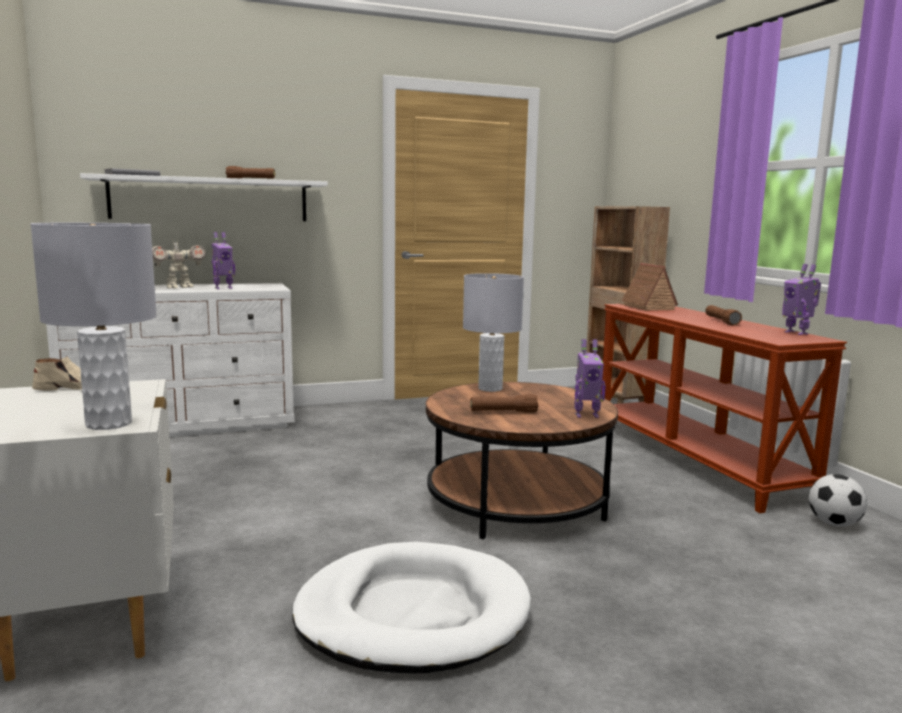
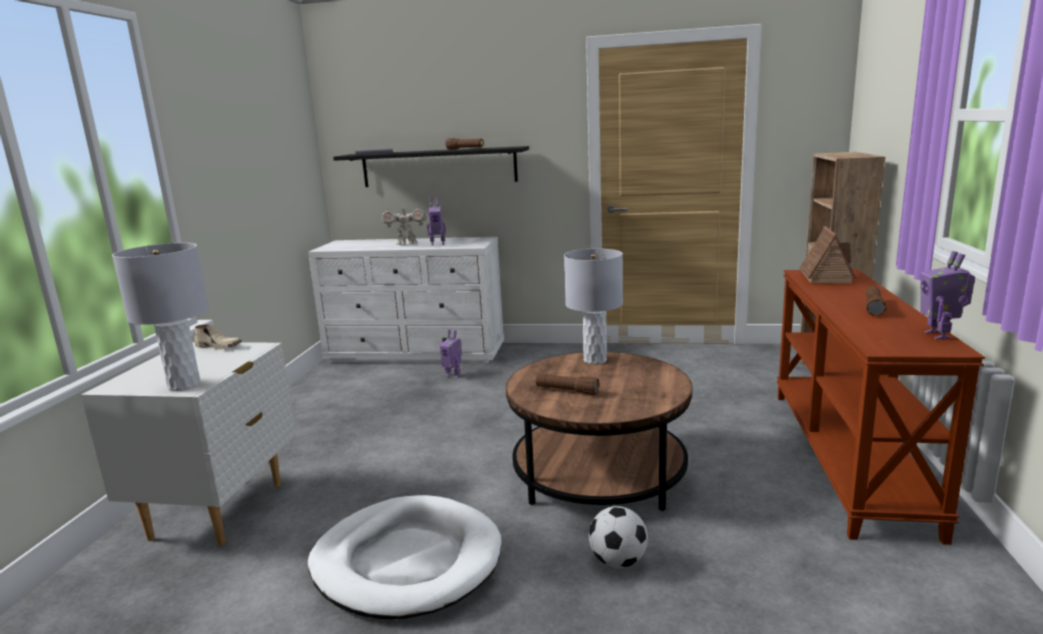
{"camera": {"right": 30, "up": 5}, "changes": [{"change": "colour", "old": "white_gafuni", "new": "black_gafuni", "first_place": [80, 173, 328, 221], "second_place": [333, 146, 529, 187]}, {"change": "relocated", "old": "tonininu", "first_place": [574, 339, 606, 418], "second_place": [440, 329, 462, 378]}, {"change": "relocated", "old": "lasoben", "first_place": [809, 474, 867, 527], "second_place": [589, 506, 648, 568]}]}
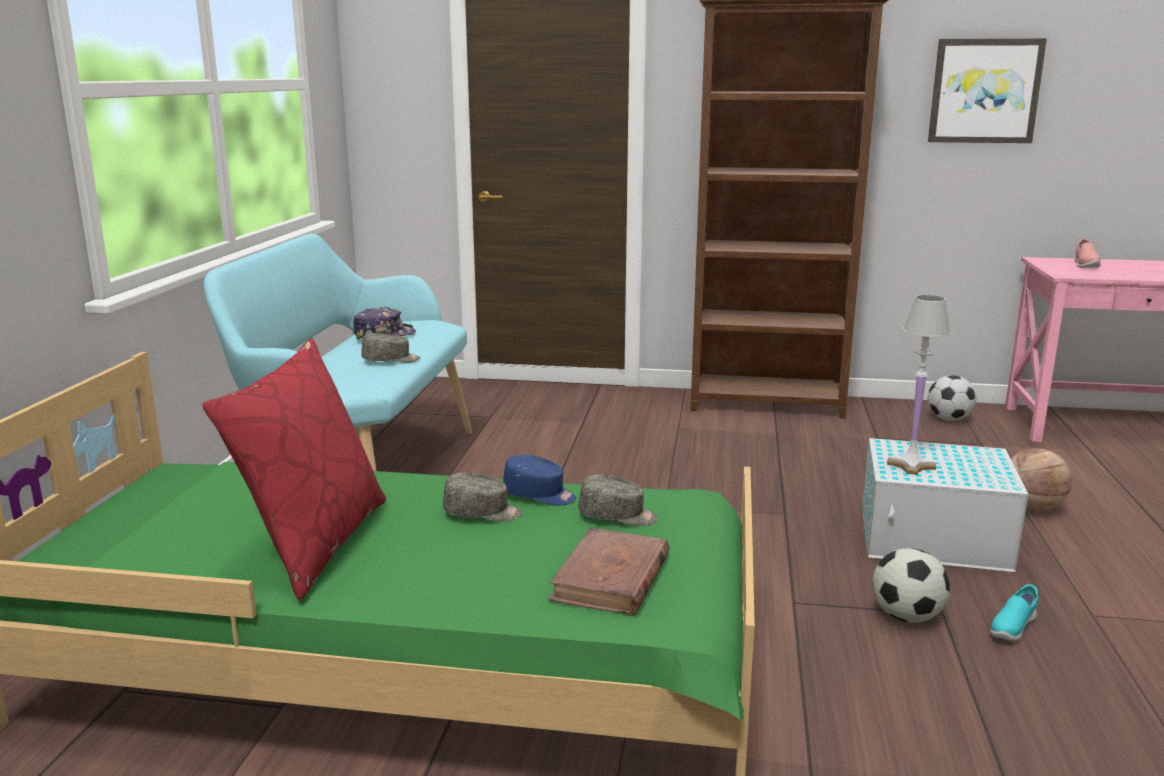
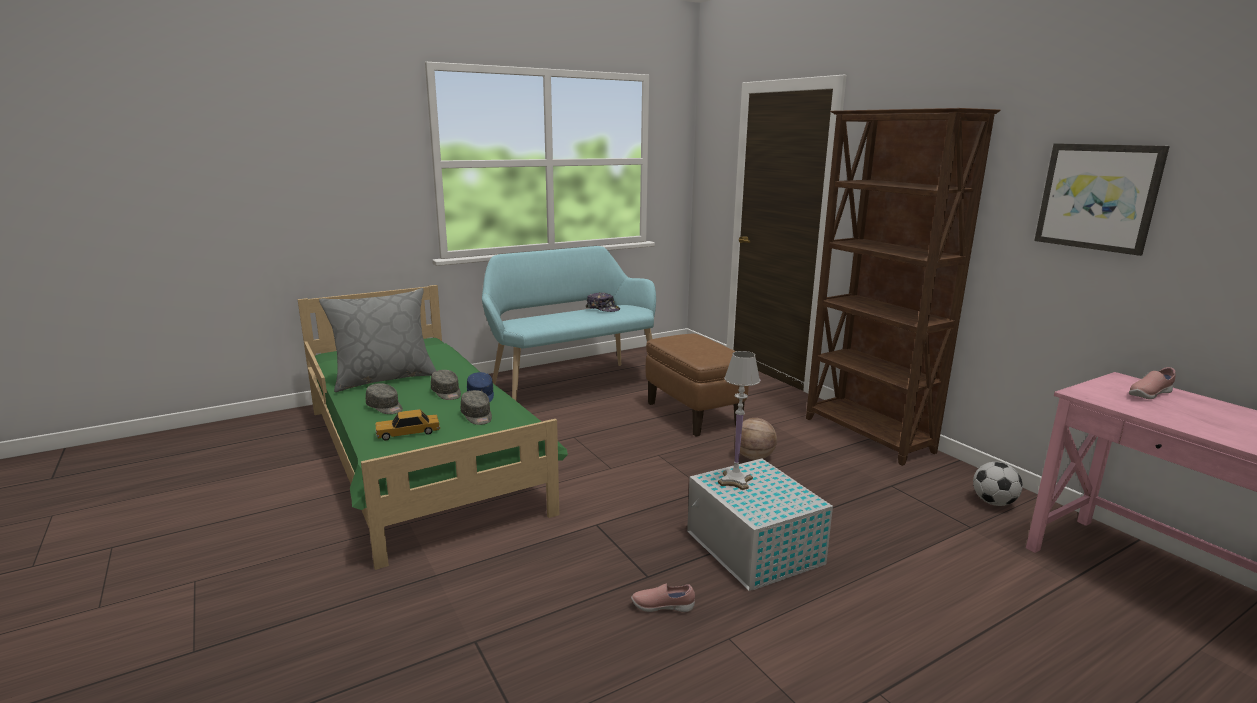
{"camera": {"right": 50, "up": 0}, "changes": [{"change": "relocated", "old": "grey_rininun", "first_place": [362, 333, 420, 363], "second_place": [366, 383, 403, 414]}, {"change": "colour", "old": "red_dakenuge", "new": "grey_dakenuge", "first_place": [202, 338, 387, 600], "second_place": [319, 288, 436, 392]}, {"change": "relocated", "old": "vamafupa", "first_place": [1011, 448, 1072, 511], "second_place": [734, 418, 777, 460]}, {"change": "exchanged", "old": "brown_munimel", "new": "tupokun", "first_place": [548, 528, 670, 615], "second_place": [376, 409, 440, 440]}, {"change": "missing", "old": "lasoben", "first_place": [873, 548, 950, 623]}, {"change": "colour", "old": "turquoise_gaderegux", "new": "pink_gaderegux", "first_place": [990, 584, 1038, 641], "second_place": [631, 583, 695, 612]}, {"change": "appeared", "new": "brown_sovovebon", "second_place": [646, 334, 749, 437]}]}
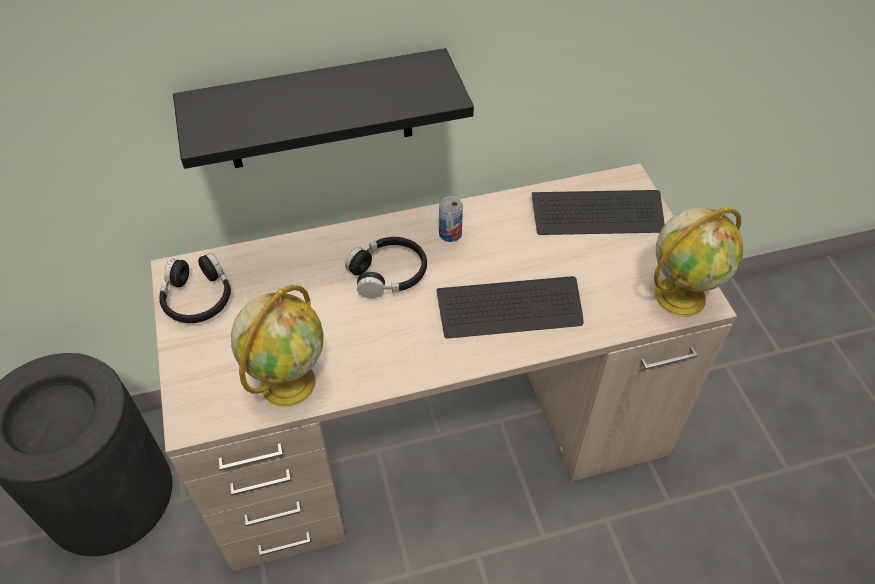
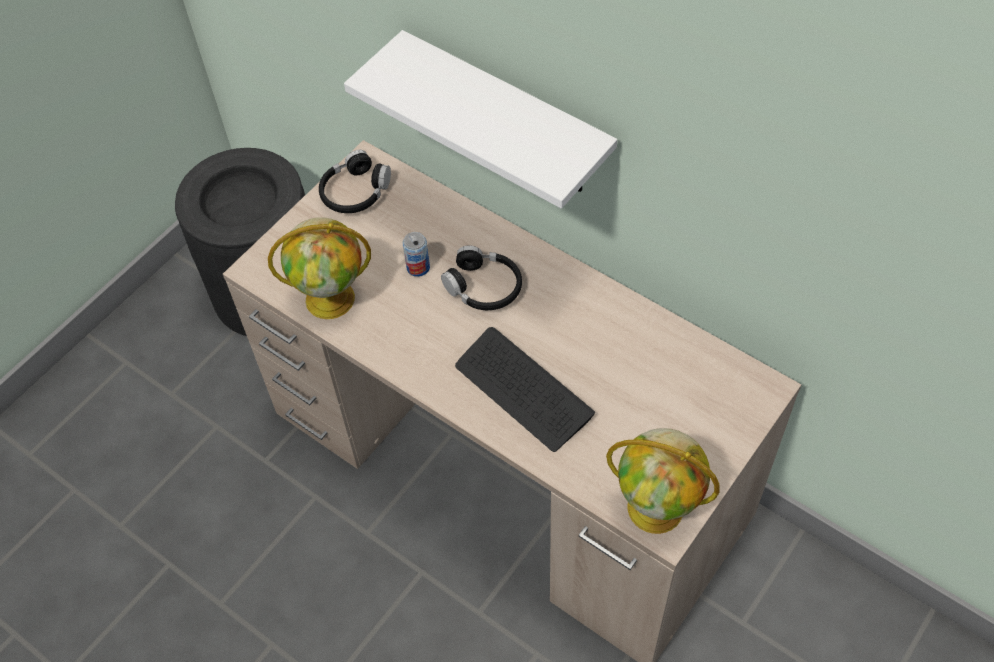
{"camera": {"right": 55, "up": 5}, "changes": [{"change": "colour", "old": "black_gafuni", "new": "white_gafuni", "first_place": [173, 48, 474, 169], "second_place": [344, 30, 617, 209]}, {"change": "missing", "old": "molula", "first_place": [532, 190, 665, 235]}, {"change": "relocated", "old": "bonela", "first_place": [439, 196, 463, 242], "second_place": [403, 232, 430, 277]}]}
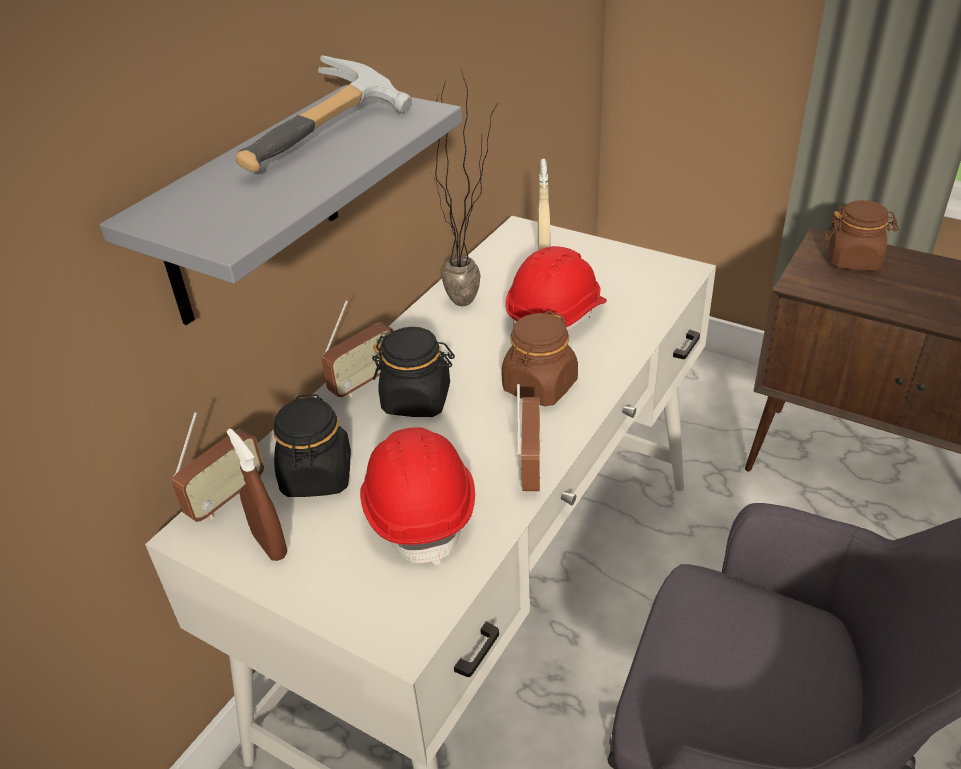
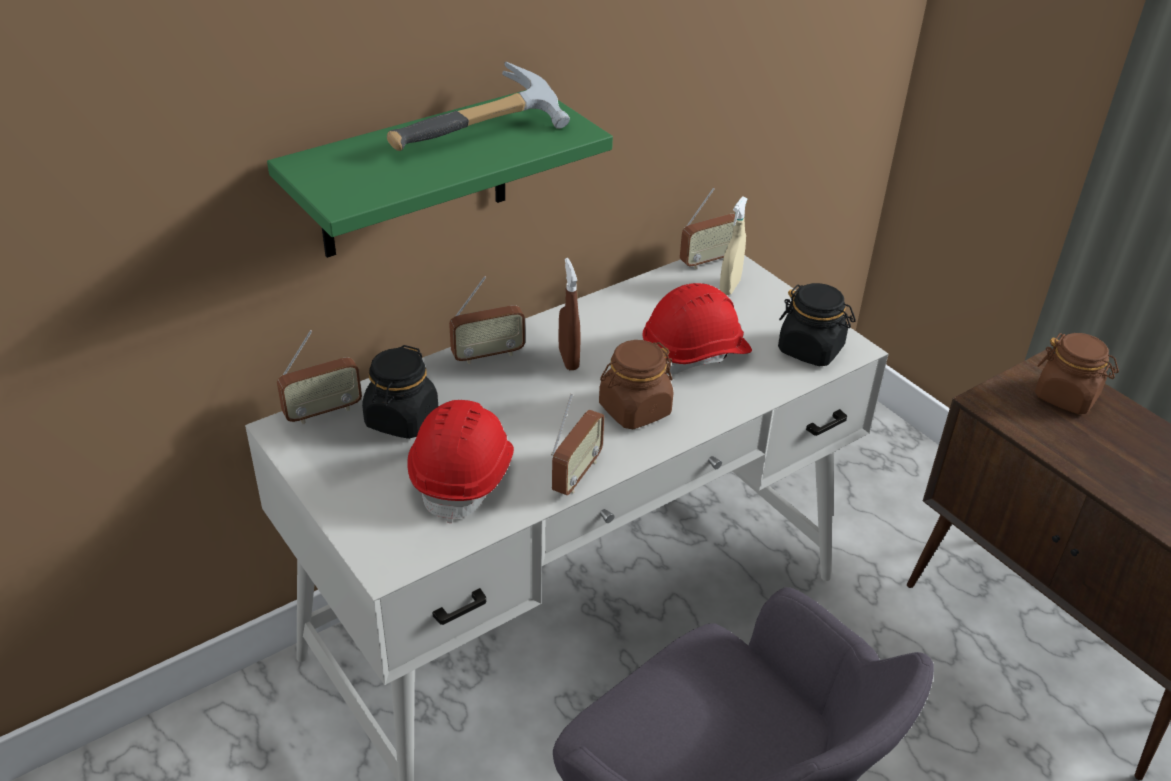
{"camera": {"right": 20, "up": 0}, "changes": [{"change": "missing", "old": "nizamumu", "first_place": [431, 70, 497, 306]}, {"change": "colour", "old": "grey_gafuni", "new": "green_gafuni", "first_place": [100, 85, 462, 325], "second_place": [267, 90, 613, 258]}, {"change": "relocated", "old": "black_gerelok", "first_place": [372, 327, 455, 417], "second_place": [778, 283, 856, 366]}, {"change": "relocated", "old": "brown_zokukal", "first_place": [227, 429, 287, 561], "second_place": [558, 258, 581, 370]}, {"change": "appeared", "new": "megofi", "second_place": [680, 187, 735, 269]}]}
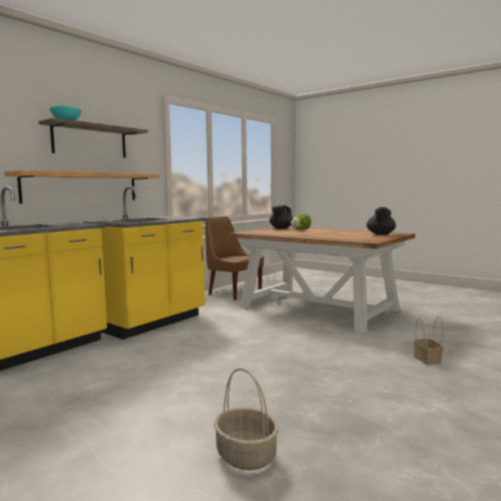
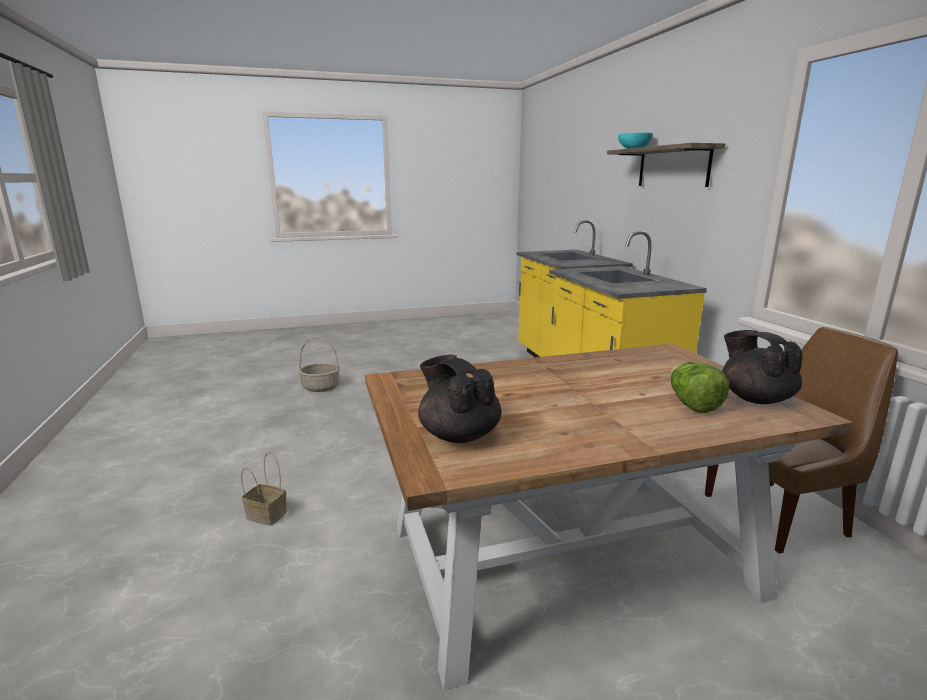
{"camera": {"right": 125, "up": 10}, "changes": [{"change": "missing", "old": "gafuni", "first_place": [4, 170, 160, 204]}]}
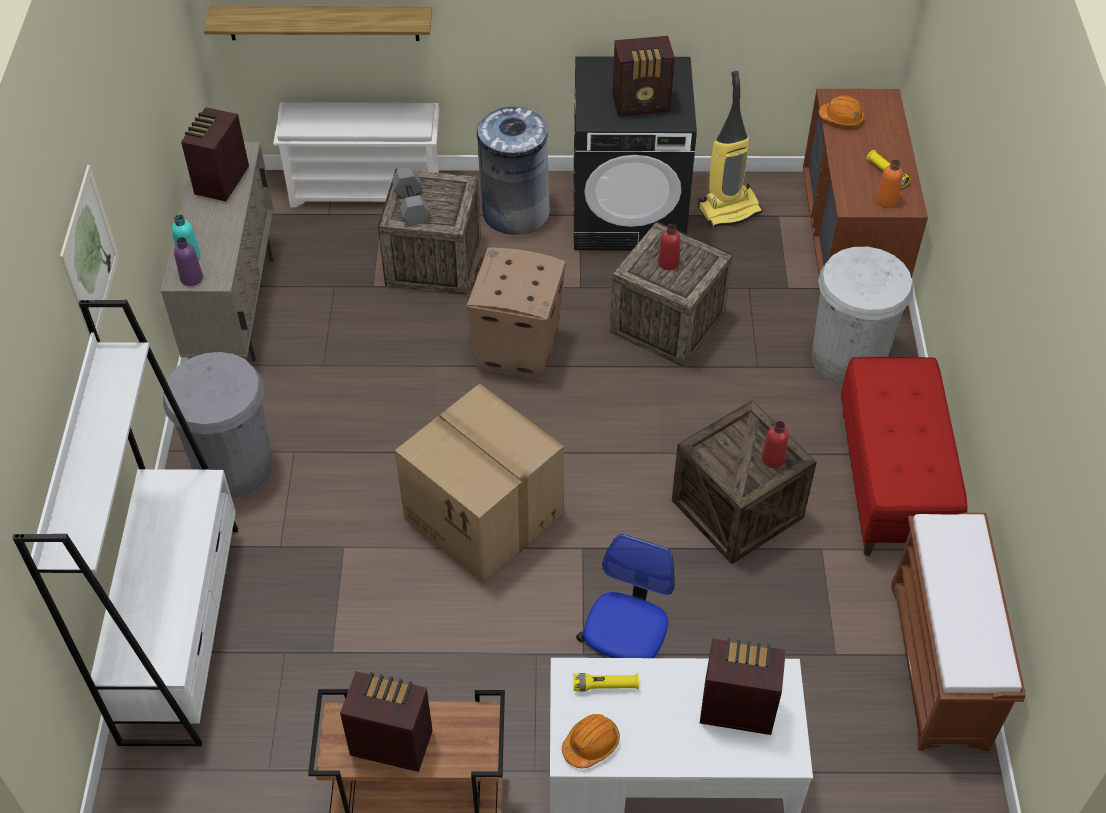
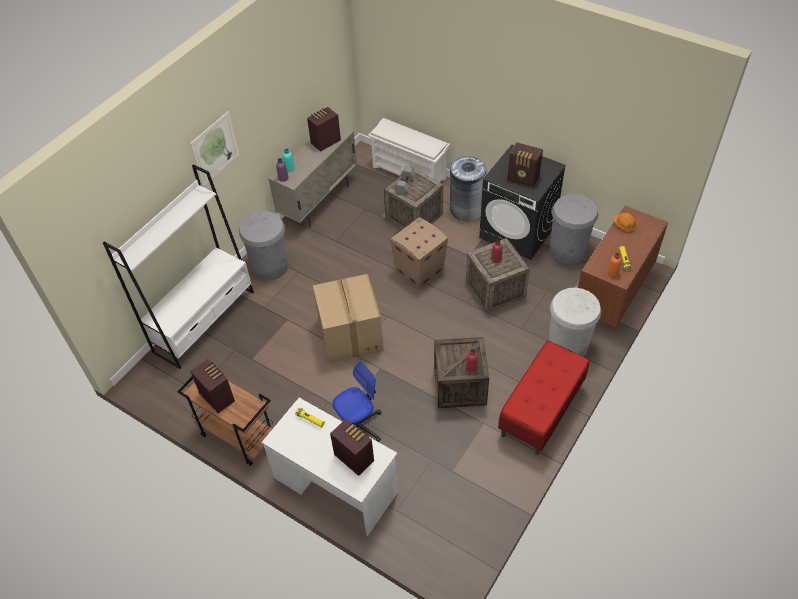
{"camera": {"right": 35, "up": 0}, "changes": [{"change": "missing", "old": "gafuni", "first_place": [204, 6, 432, 41]}, {"change": "exchanged", "old": "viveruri", "new": "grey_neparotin", "first_place": [698, 71, 763, 227], "second_place": [550, 194, 598, 264]}, {"change": "missing", "old": "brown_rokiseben", "first_place": [891, 513, 1026, 751]}, {"change": "missing", "old": "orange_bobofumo", "first_place": [562, 714, 620, 768]}]}
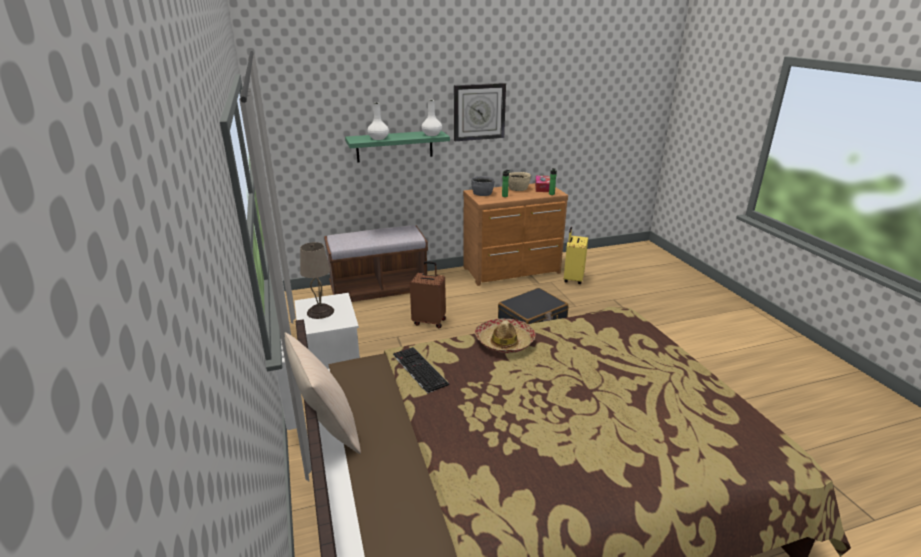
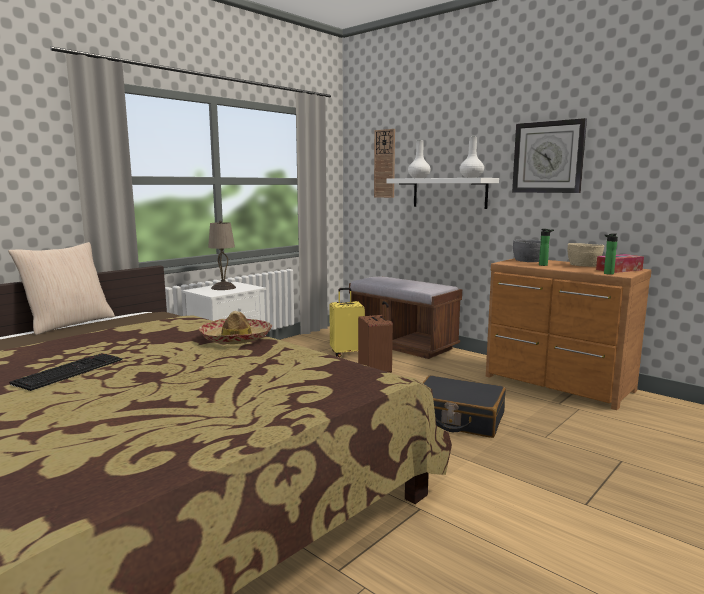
{"camera": {"right": 60, "up": -15}, "changes": [{"change": "colour", "old": "green_gafuni", "new": "white_gafuni", "first_place": [345, 131, 450, 163], "second_place": [386, 178, 499, 209]}, {"change": "relocated", "old": "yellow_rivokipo", "first_place": [564, 227, 588, 284], "second_place": [329, 288, 365, 357]}, {"change": "relocated", "old": "molula", "first_place": [393, 347, 449, 393], "second_place": [9, 353, 122, 391]}, {"change": "appeared", "new": "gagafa", "second_place": [374, 129, 395, 198]}]}
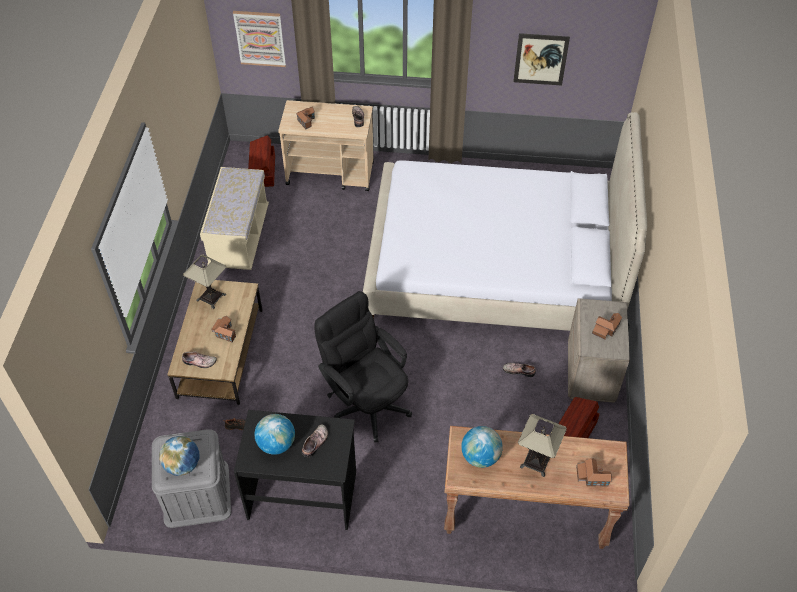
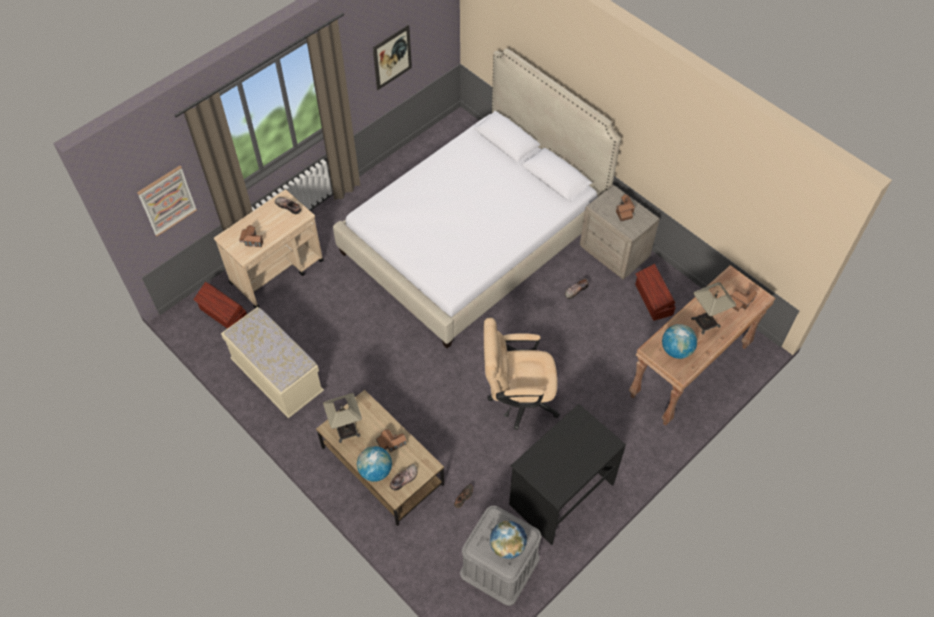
{"camera": {"right": -50, "up": 5}, "changes": [{"change": "colour", "old": "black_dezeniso", "new": "beige_dezeniso", "first_place": [314, 291, 412, 442], "second_place": [484, 318, 560, 430]}, {"change": "relocated", "old": "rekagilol", "first_place": [254, 414, 295, 455], "second_place": [357, 446, 392, 482]}, {"change": "missing", "old": "gaderegux", "first_place": [302, 424, 328, 457]}]}
